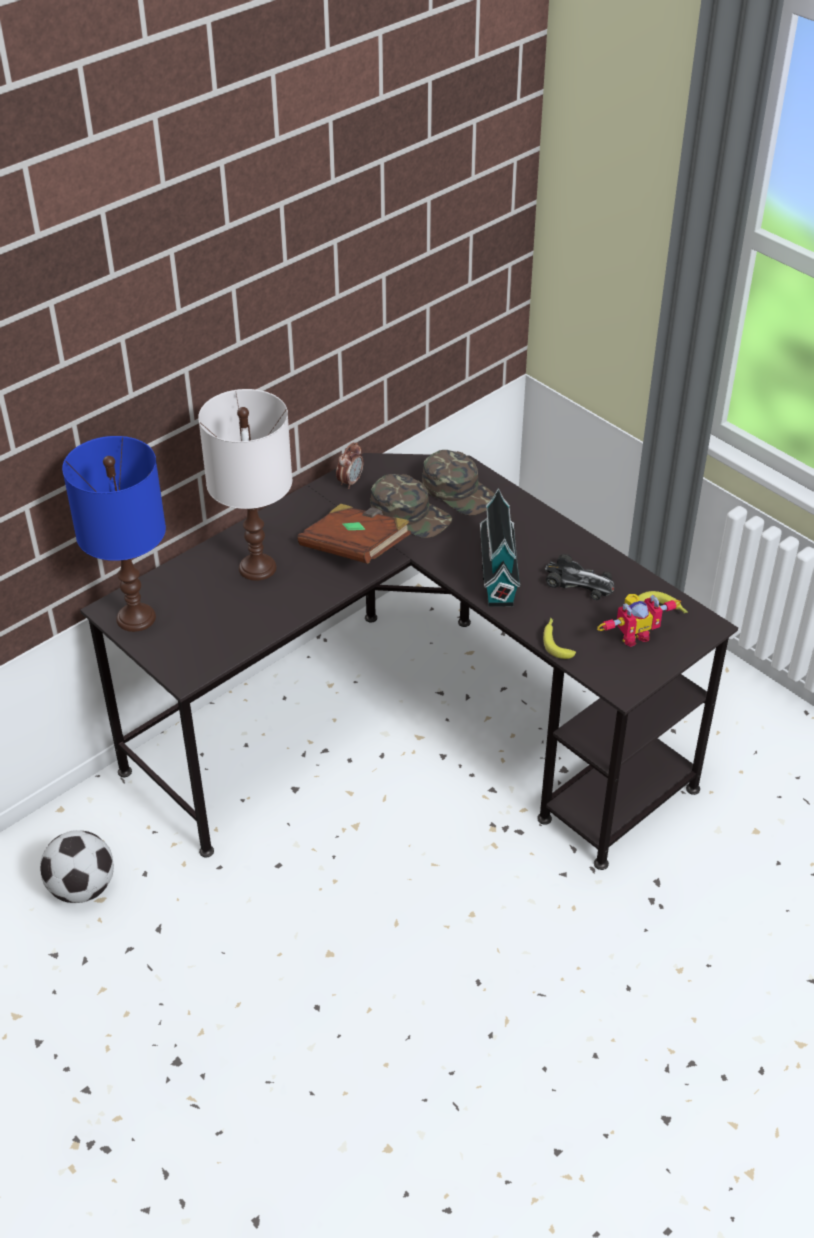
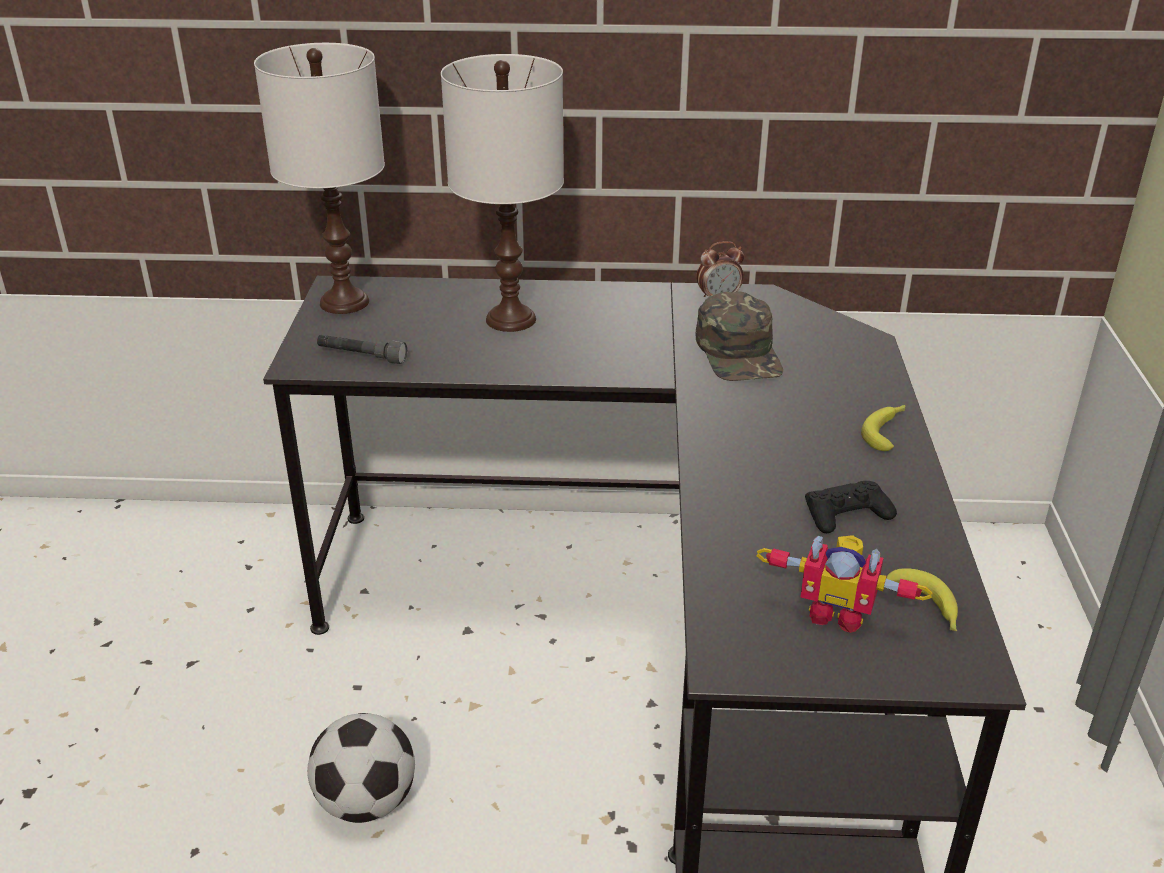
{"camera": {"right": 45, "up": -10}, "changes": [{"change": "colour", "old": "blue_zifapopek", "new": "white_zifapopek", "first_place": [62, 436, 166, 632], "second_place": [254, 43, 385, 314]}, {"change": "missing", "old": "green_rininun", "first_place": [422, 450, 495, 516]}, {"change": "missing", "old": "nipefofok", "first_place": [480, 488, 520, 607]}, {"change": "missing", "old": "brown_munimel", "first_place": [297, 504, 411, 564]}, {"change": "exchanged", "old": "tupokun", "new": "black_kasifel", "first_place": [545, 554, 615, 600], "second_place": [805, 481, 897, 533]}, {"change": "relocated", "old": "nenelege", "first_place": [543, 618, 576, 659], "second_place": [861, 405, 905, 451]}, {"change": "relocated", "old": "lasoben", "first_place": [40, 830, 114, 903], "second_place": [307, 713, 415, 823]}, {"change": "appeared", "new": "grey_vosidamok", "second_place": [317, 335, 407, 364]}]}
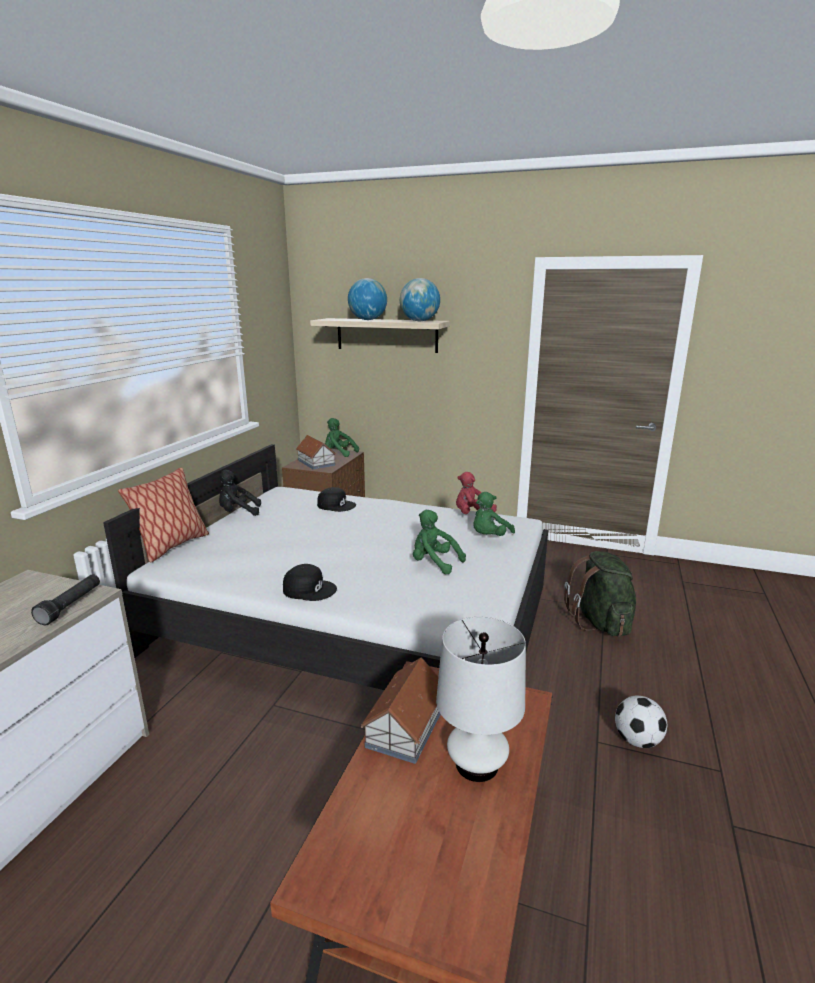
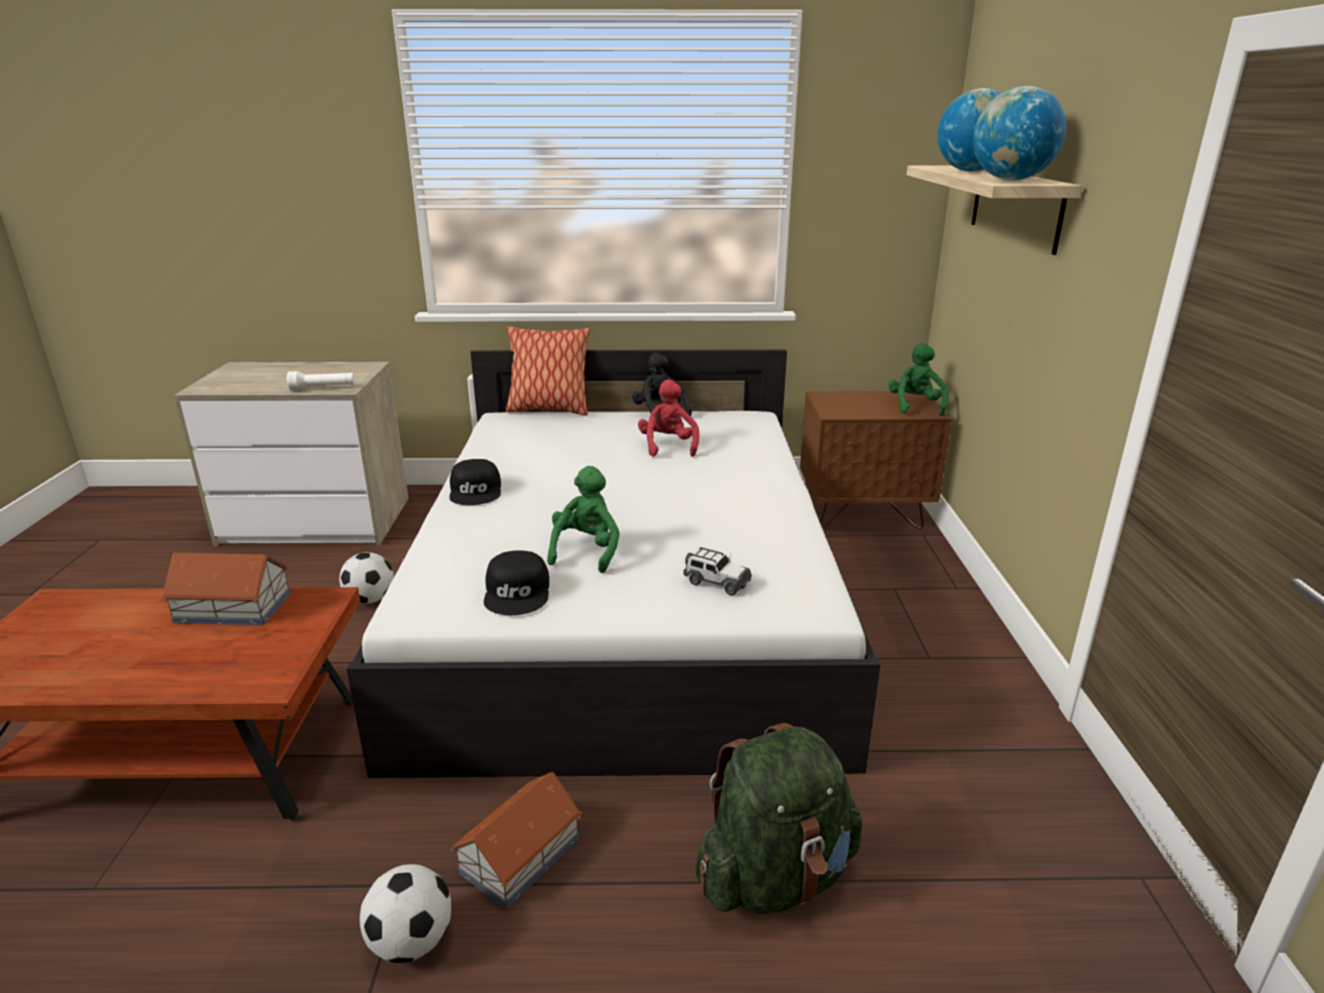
{"camera": {"right": 70, "up": 5}, "changes": [{"change": "relocated", "old": "nipefofok", "first_place": [296, 435, 336, 470], "second_place": [450, 772, 582, 908]}, {"change": "relocated", "old": "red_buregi", "first_place": [456, 472, 497, 514], "second_place": [638, 379, 700, 457]}, {"change": "relocated", "old": "black_rininun", "first_place": [317, 487, 356, 512], "second_place": [484, 550, 549, 615]}, {"change": "exchanged", "old": "green_buregi", "new": "tupokun", "first_place": [473, 492, 515, 536], "second_place": [683, 547, 752, 596]}, {"change": "colour", "old": "black_vosidamok", "new": "white_vosidamok", "first_place": [31, 574, 100, 625], "second_place": [287, 371, 355, 390]}, {"change": "missing", "old": "white_zifapopek", "first_place": [436, 617, 526, 782]}, {"change": "appeared", "new": "lasoben", "second_place": [339, 552, 394, 604]}]}
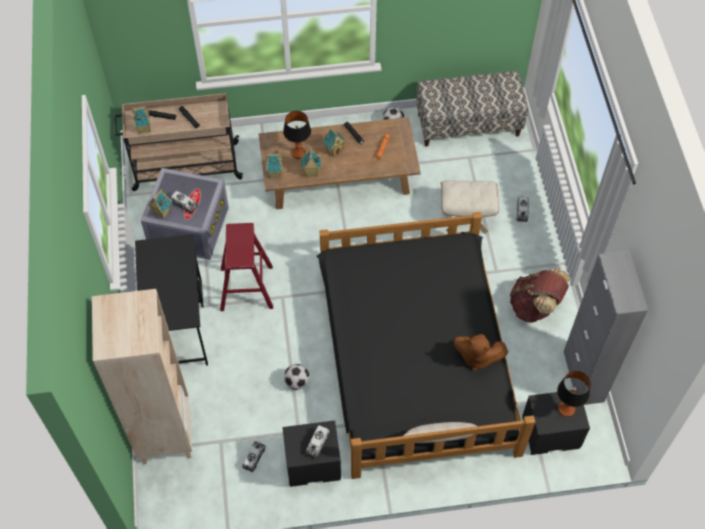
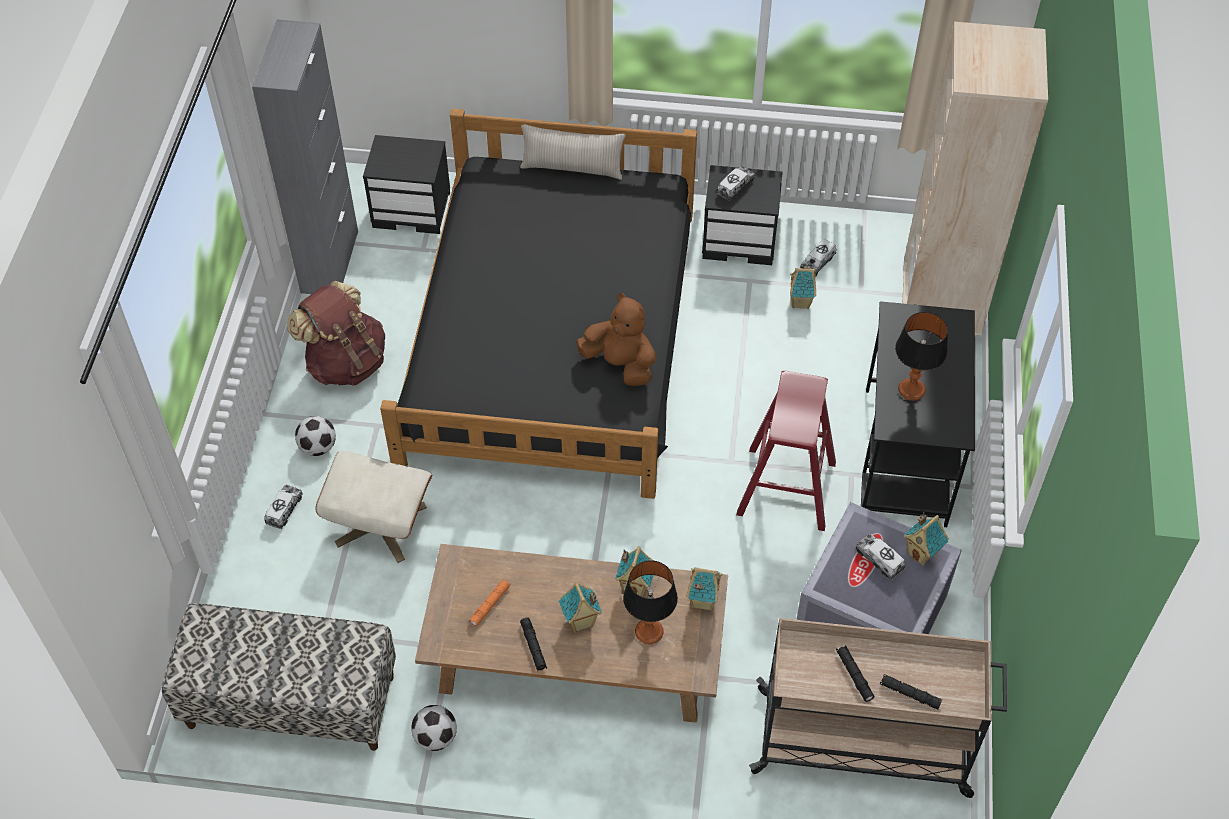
{"camera": {"right": -165, "up": -5}, "changes": [{"change": "relocated", "old": "nipefofok", "first_place": [132, 107, 151, 134], "second_place": [790, 264, 816, 309]}, {"change": "relocated", "old": "brown_buregi", "first_place": [454, 334, 508, 371], "second_place": [576, 293, 656, 386]}, {"change": "relocated", "old": "lasoben", "first_place": [284, 364, 310, 390], "second_place": [295, 416, 336, 456]}, {"change": "relocated", "old": "zifapopek", "first_place": [557, 371, 591, 417], "second_place": [895, 312, 948, 401]}]}
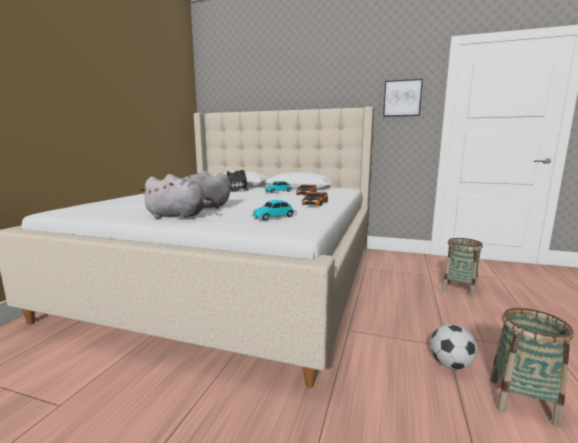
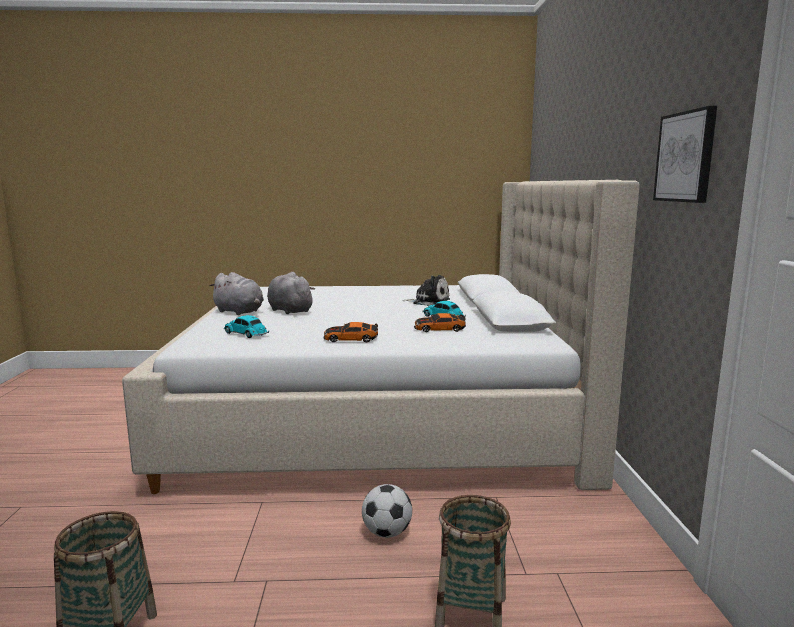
{"camera": {"right": 70, "up": 0}, "changes": [{"change": "spun", "old": "grey_buregi", "first_place": [140, 174, 212, 219], "second_place": [209, 272, 264, 315], "degrees": -45}, {"change": "relocated", "old": "lasoben", "first_place": [430, 324, 478, 370], "second_place": [362, 484, 412, 538]}]}
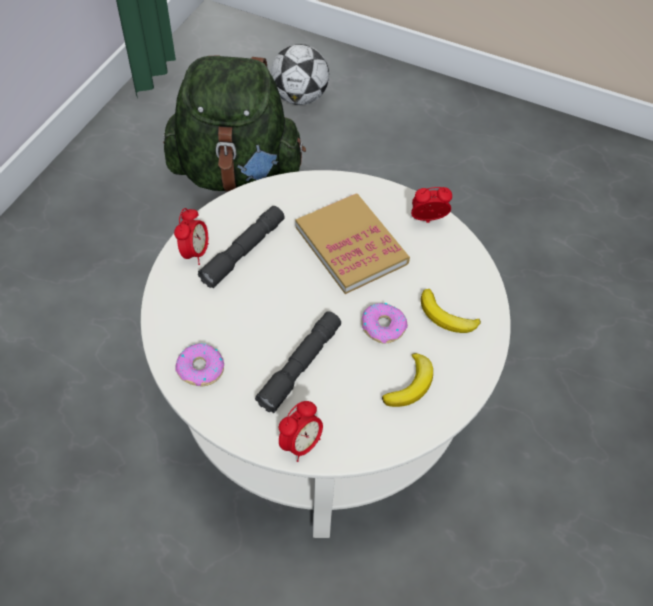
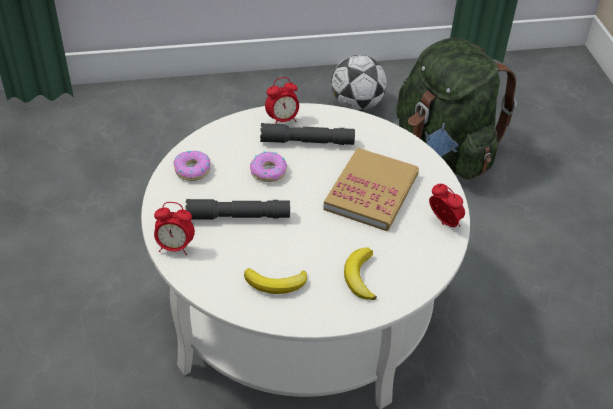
{"camera": {"right": 55, "up": -10}, "changes": [{"change": "relocated", "old": "lasoben", "first_place": [270, 44, 329, 105], "second_place": [331, 55, 387, 111]}, {"change": "relocated", "old": "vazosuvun", "first_place": [362, 303, 408, 344], "second_place": [250, 151, 287, 182]}]}
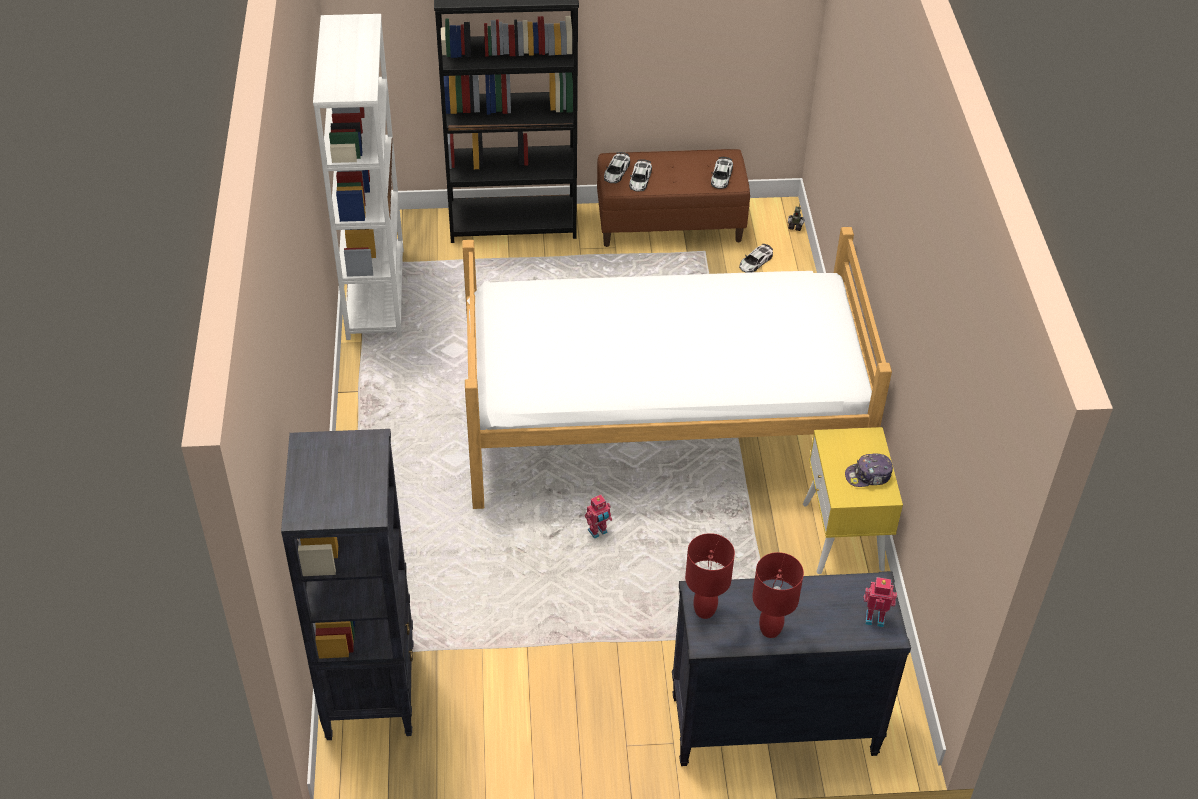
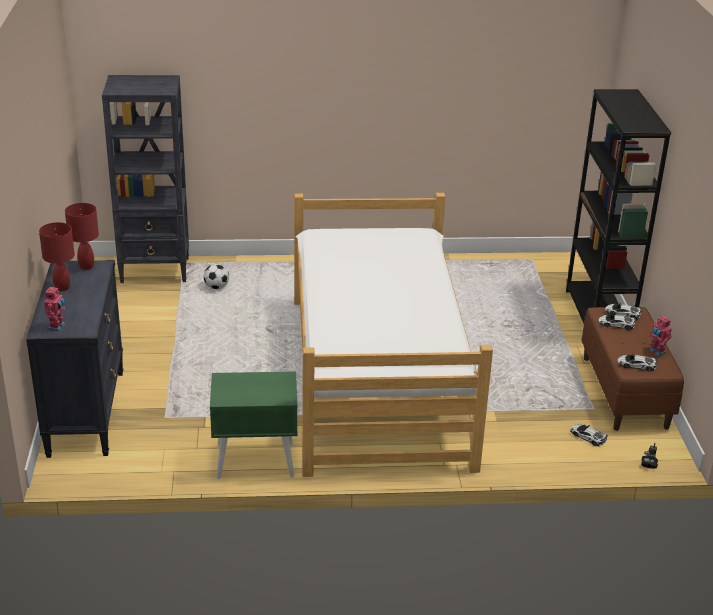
{"camera": {"right": 90, "up": -15}, "changes": [{"change": "missing", "old": "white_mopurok", "first_place": [313, 14, 404, 340]}, {"change": "colour", "old": "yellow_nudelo", "new": "green_nudelo", "first_place": [803, 427, 903, 574], "second_place": [210, 372, 298, 479]}, {"change": "missing", "old": "rininun", "first_place": [845, 453, 893, 487]}, {"change": "relocated", "old": "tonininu", "first_place": [585, 495, 612, 539], "second_place": [649, 316, 672, 356]}, {"change": "appeared", "new": "lasoben", "second_place": [204, 264, 229, 289]}]}
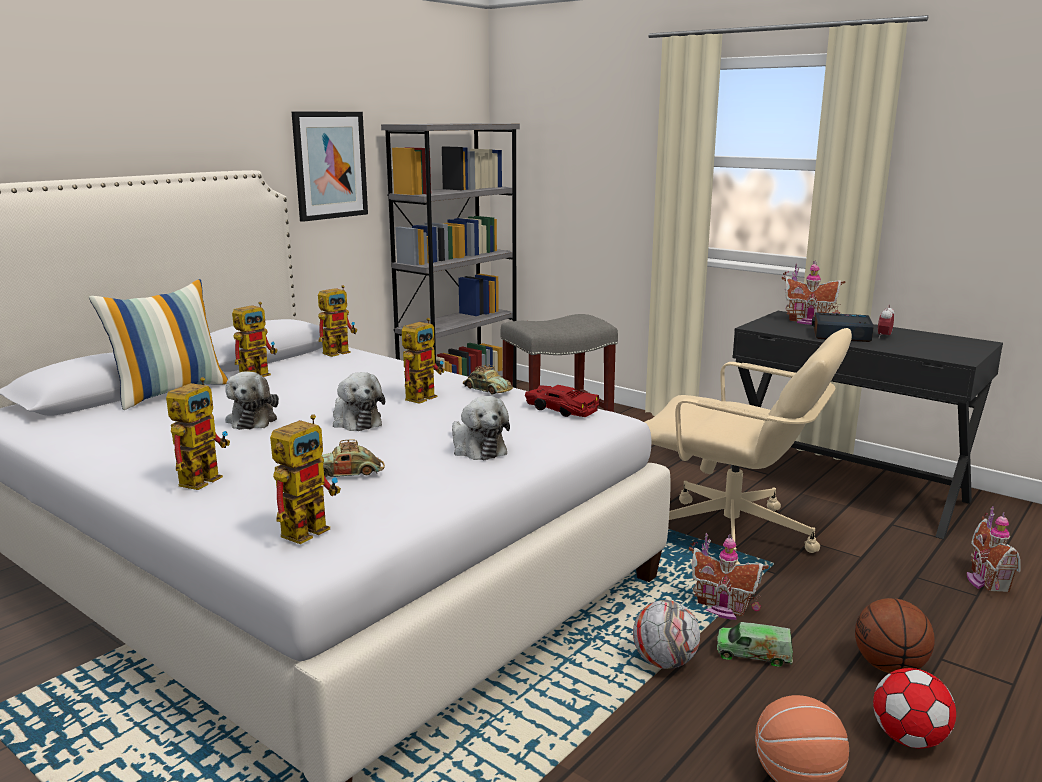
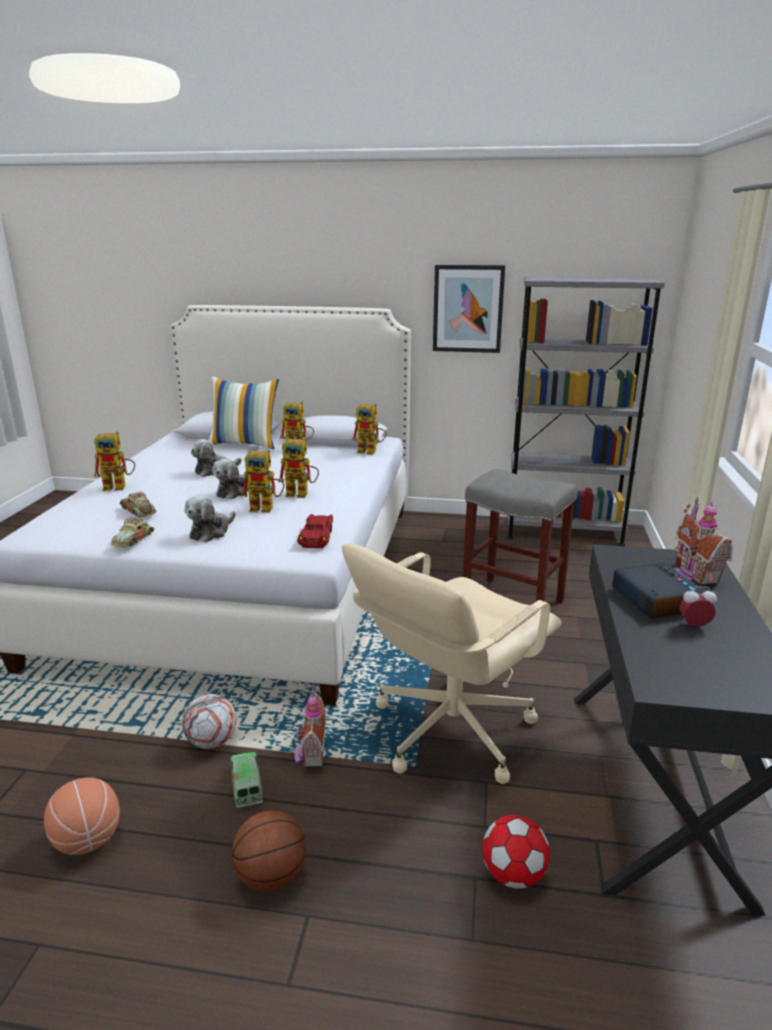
{"camera": {"right": 60, "up": 5}, "changes": [{"change": "spun", "old": "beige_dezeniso", "first_place": [645, 328, 852, 564], "second_place": [342, 544, 562, 784], "degrees": 45}, {"change": "relocated", "old": "tupokun", "first_place": [463, 364, 513, 394], "second_place": [111, 517, 155, 547]}, {"change": "relocated", "old": "tonininu", "first_place": [270, 414, 341, 544], "second_place": [241, 450, 285, 513]}, {"change": "missing", "old": "nipefofok", "first_place": [967, 506, 1021, 593]}, {"change": "relocated", "old": "lasoben", "first_place": [873, 668, 956, 748], "second_place": [482, 815, 550, 889]}]}
